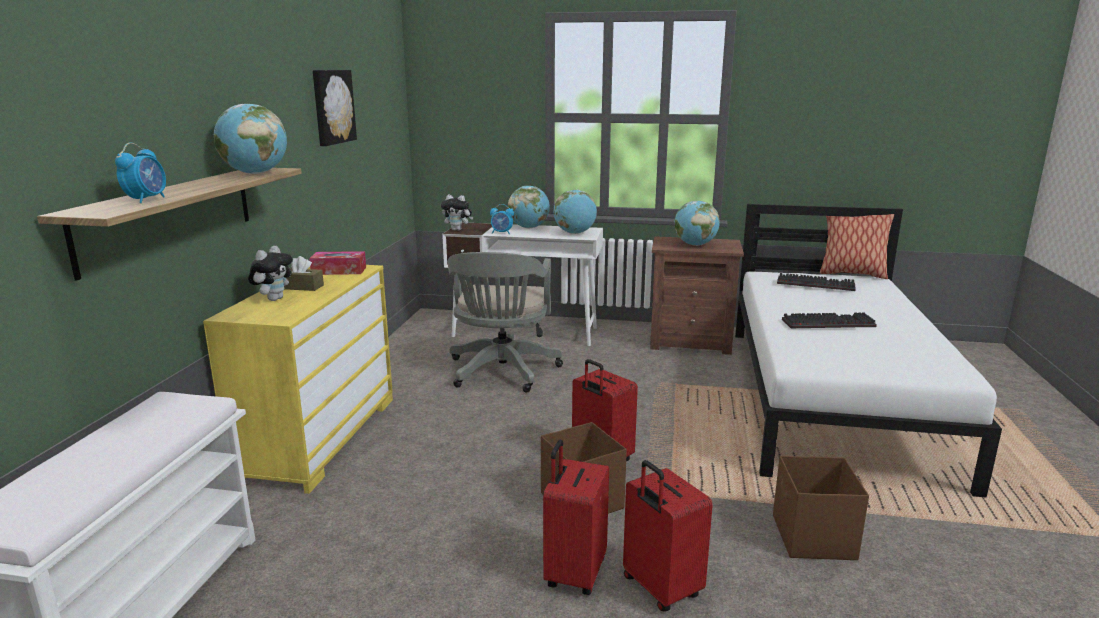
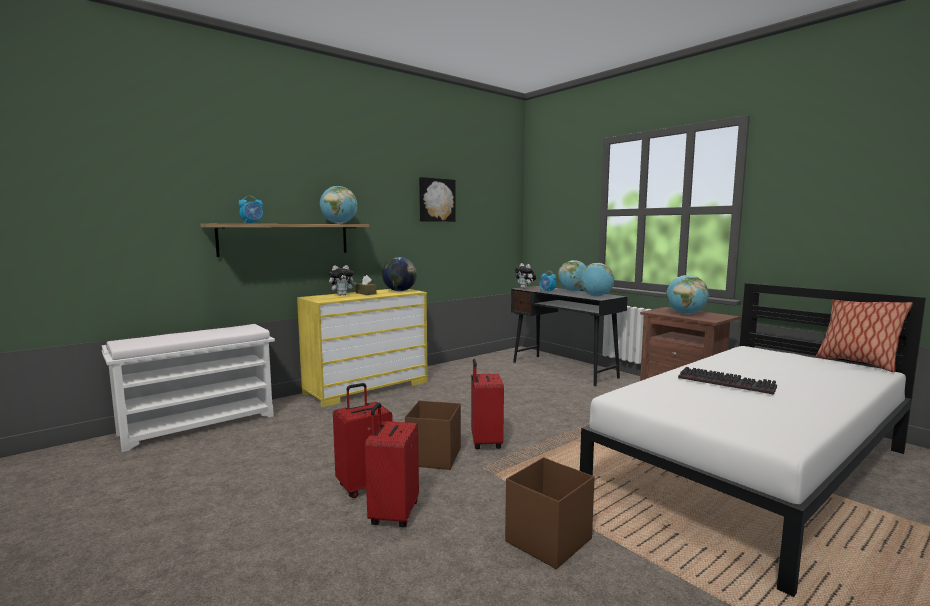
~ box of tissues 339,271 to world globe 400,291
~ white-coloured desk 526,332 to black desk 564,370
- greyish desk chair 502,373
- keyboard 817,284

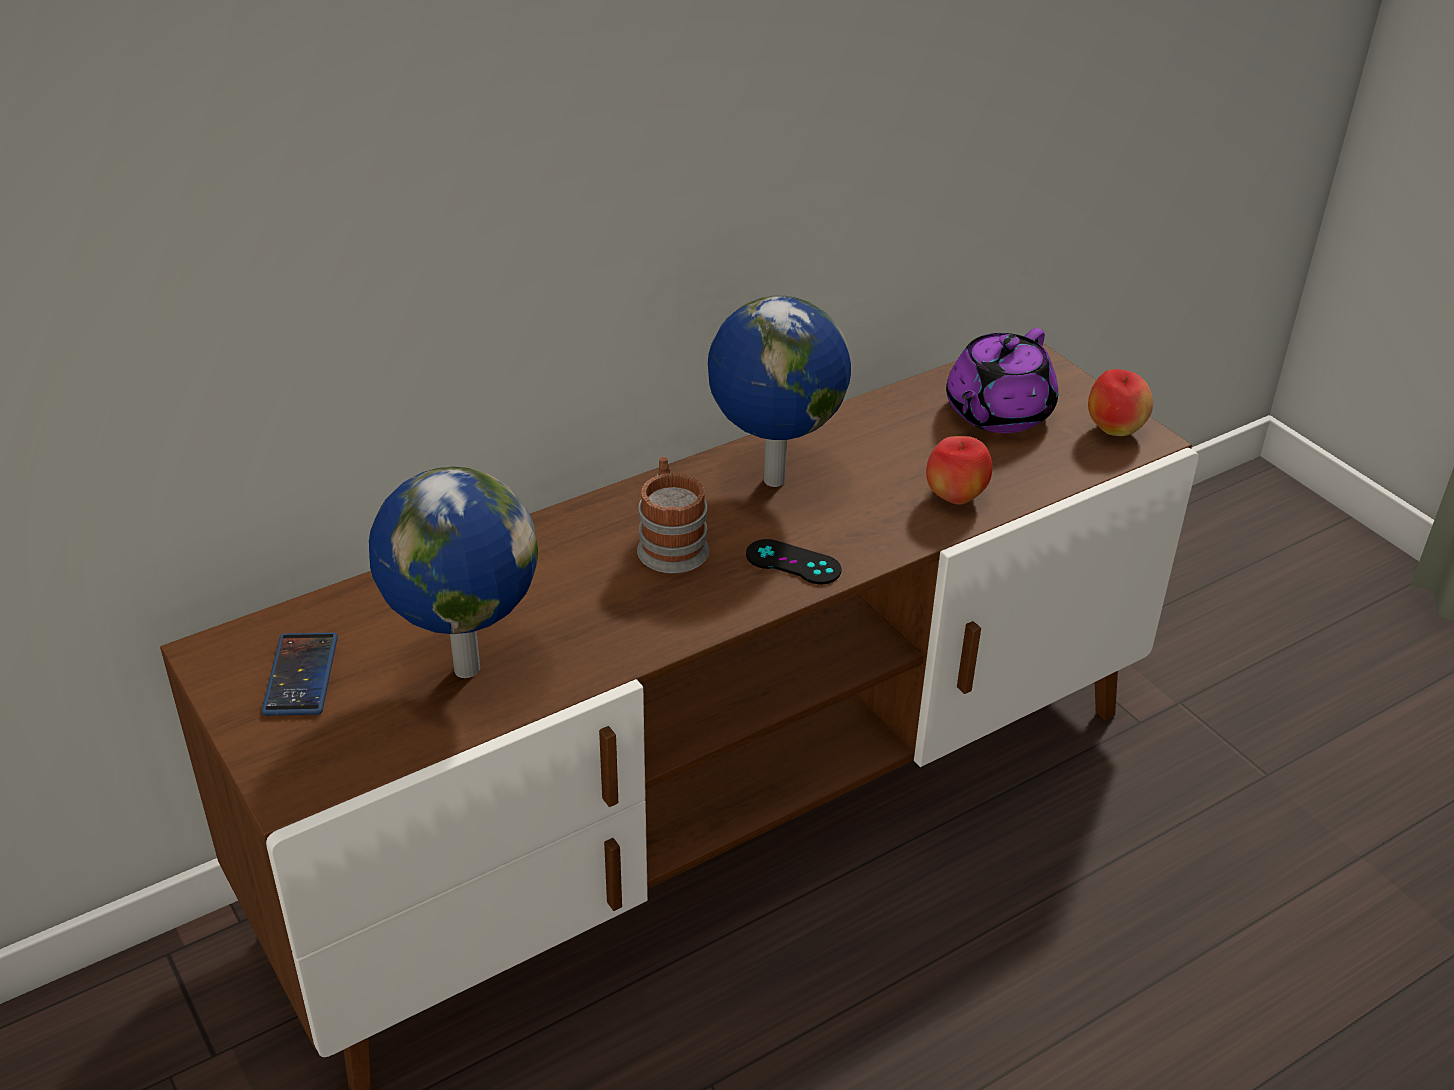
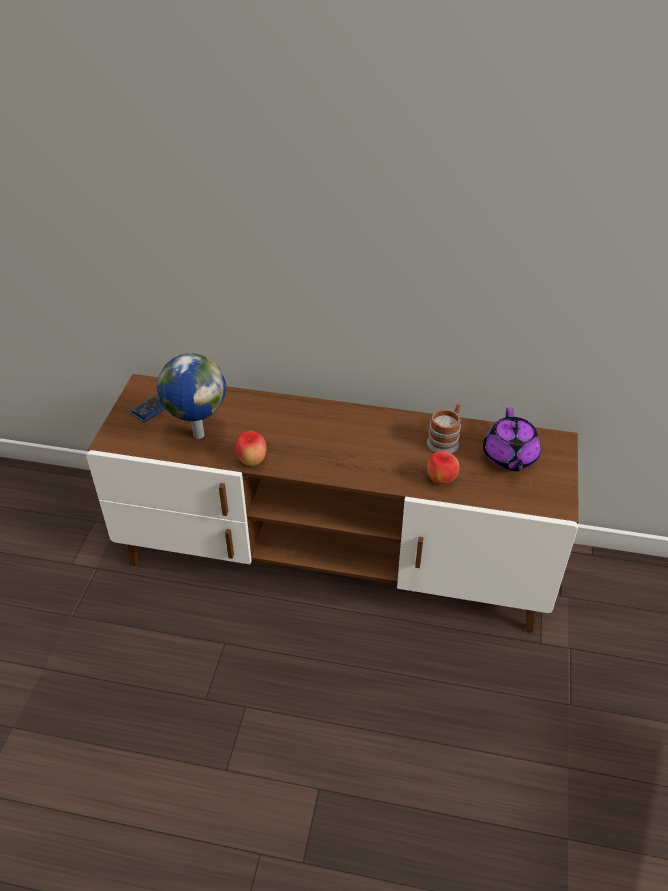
~ apple 1114,430 to 252,461
~ coffee mug 671,543 to 445,440
~ purple tea pot 996,413 = 509,457 75 degrees counterclockwise
- world globe 771,480
- black gamepad 793,562

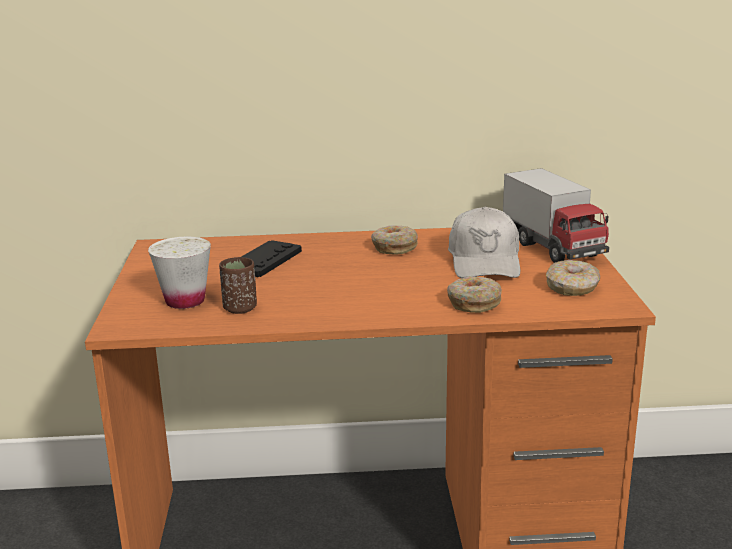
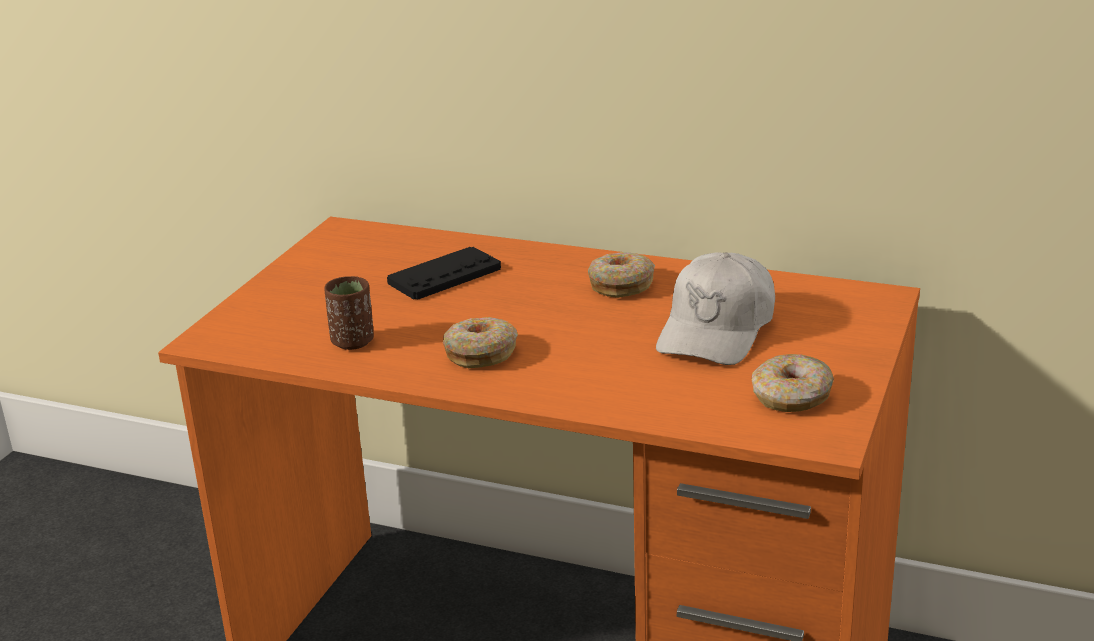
~ ring doughnut 474,303 to 481,353
- white-coloured small cup 185,301
- model truck 552,247

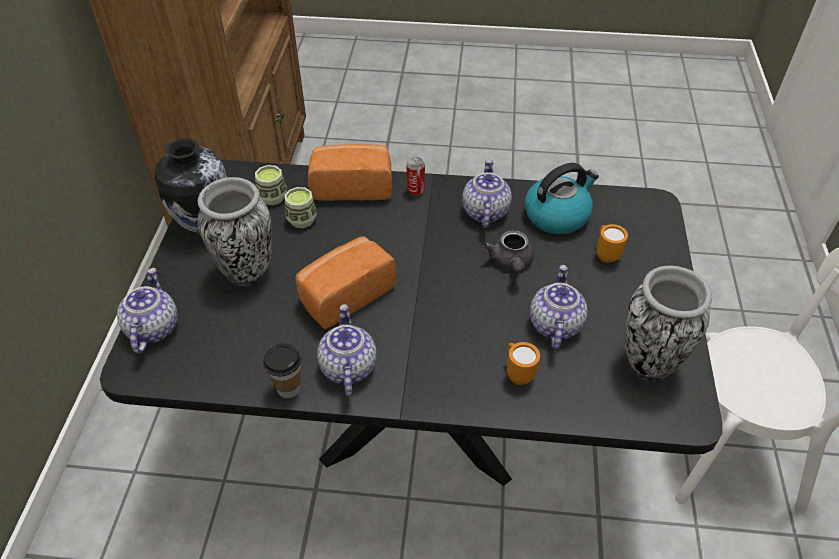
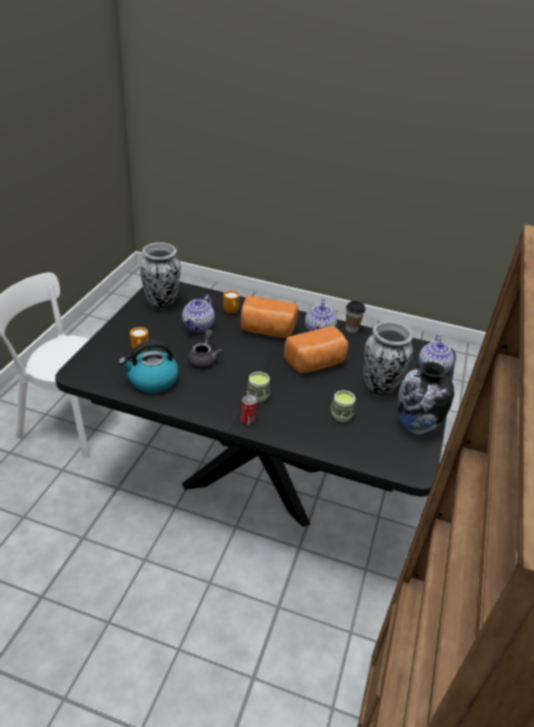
~ baked bread 352,186 to 267,330
~ small cup 272,197 to 257,396
- tea pot 484,211

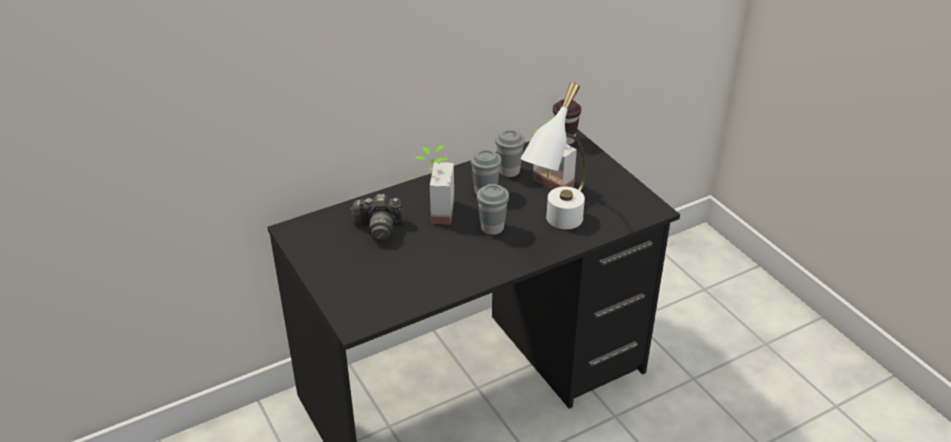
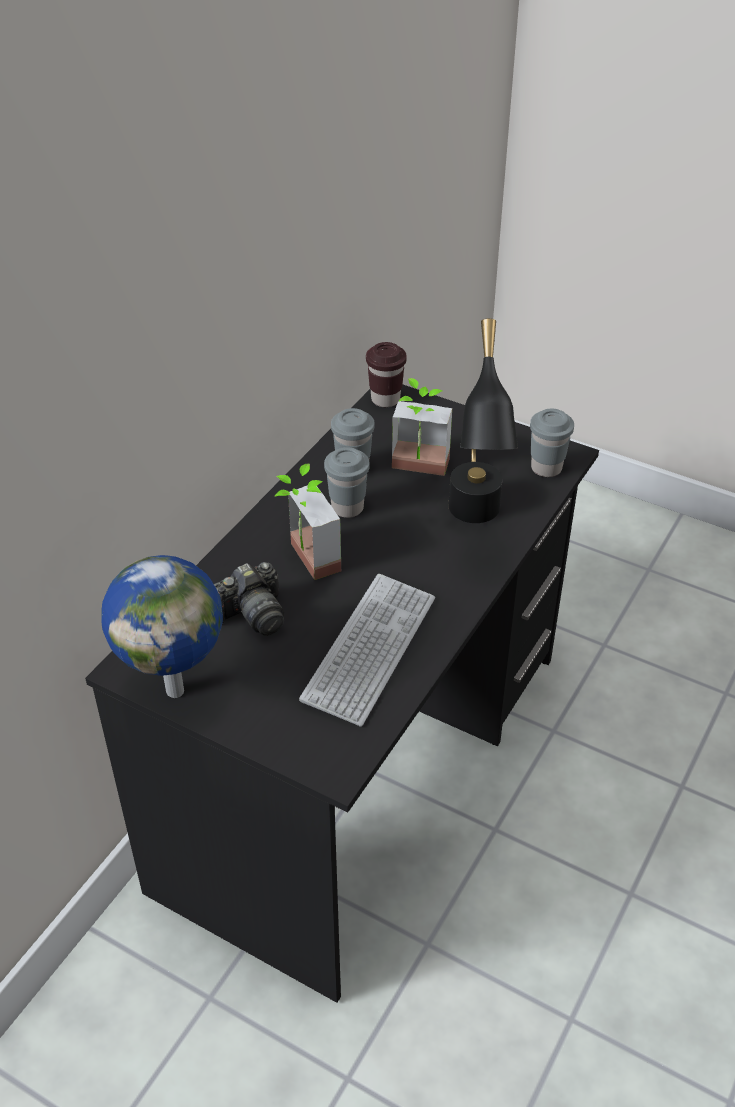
+ world globe 176,689
+ keyboard 370,650
~ white-coloured tabletop lamp 556,228 to black tabletop lamp 475,523
~ greyish small cup 492,228 to 546,468

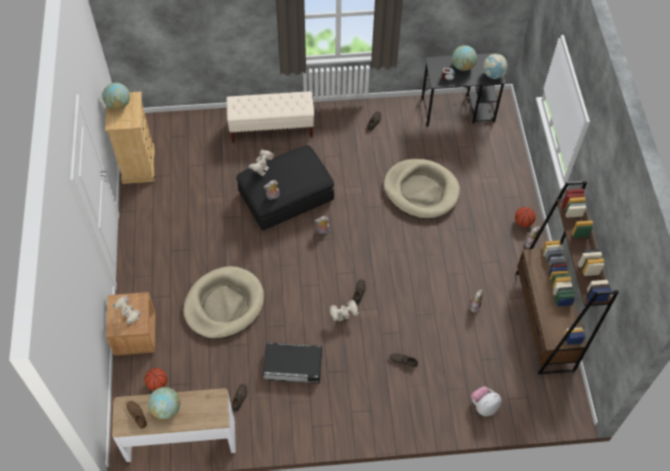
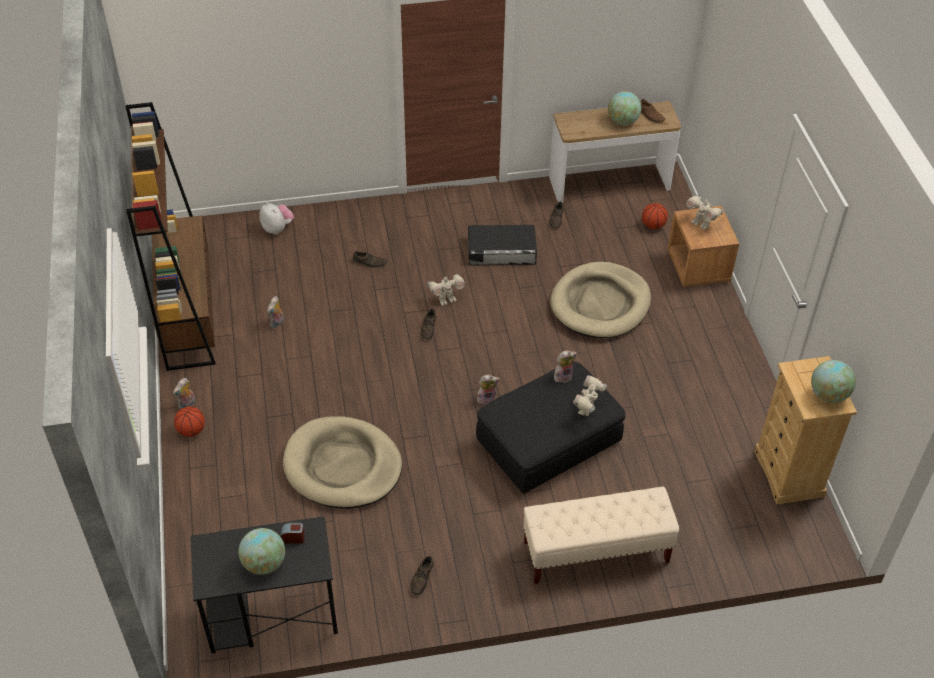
~ plush toy 484,406 = 277,228 90 degrees counterclockwise
- world globe 493,75

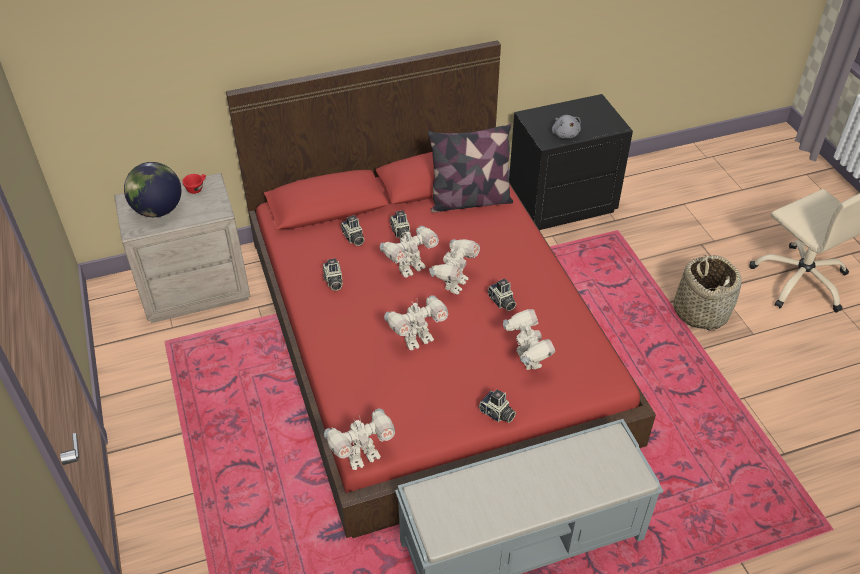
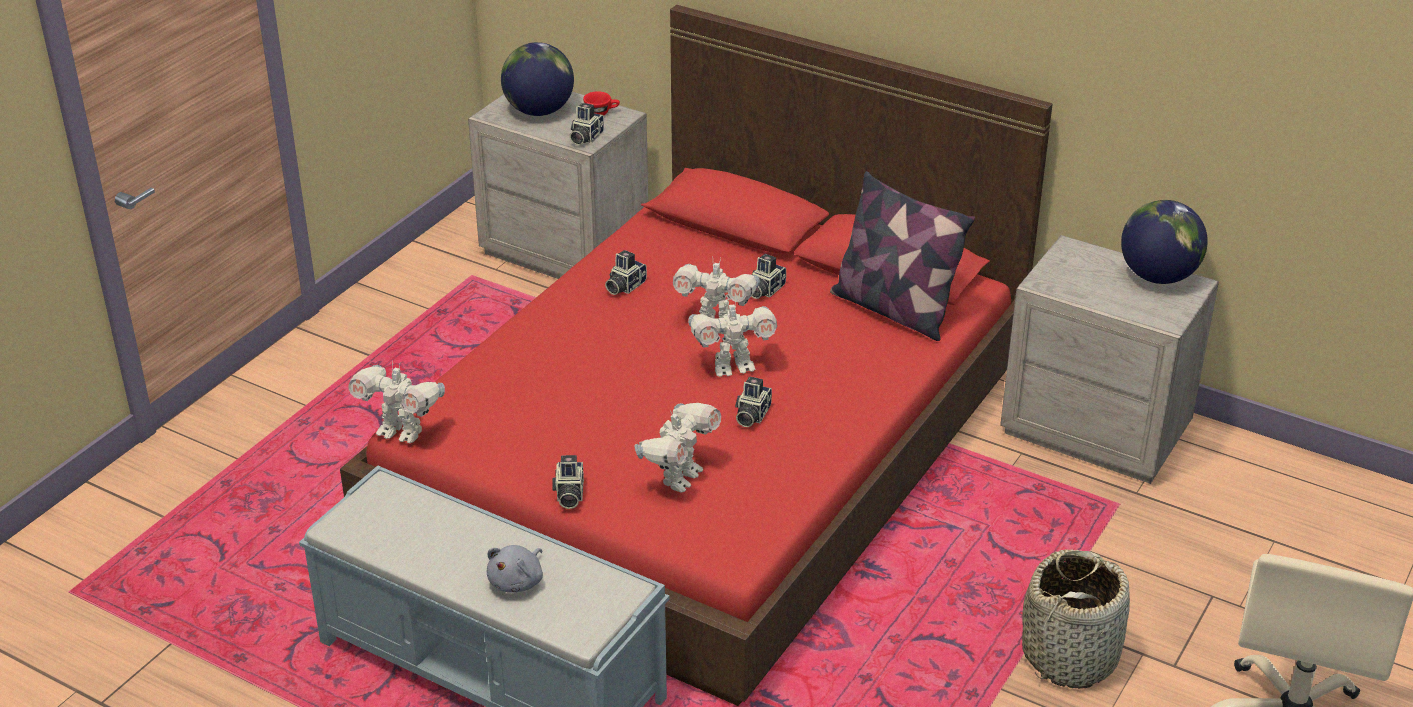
~ greyish plush toy 565,134 to 518,581
~ photo camera 353,238 to 585,137
~ black bedside table 561,202 to beige-coloured bedside table 1096,429
+ world globe 1158,276
- robot figure 417,339

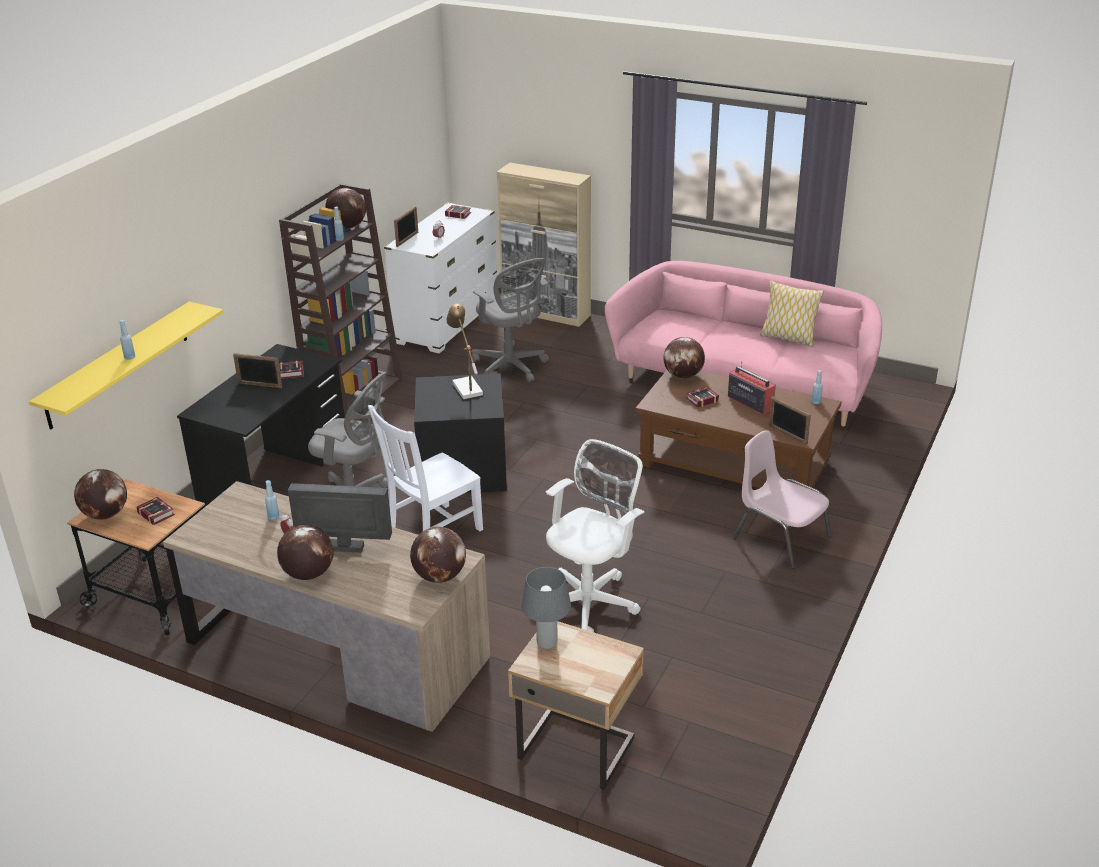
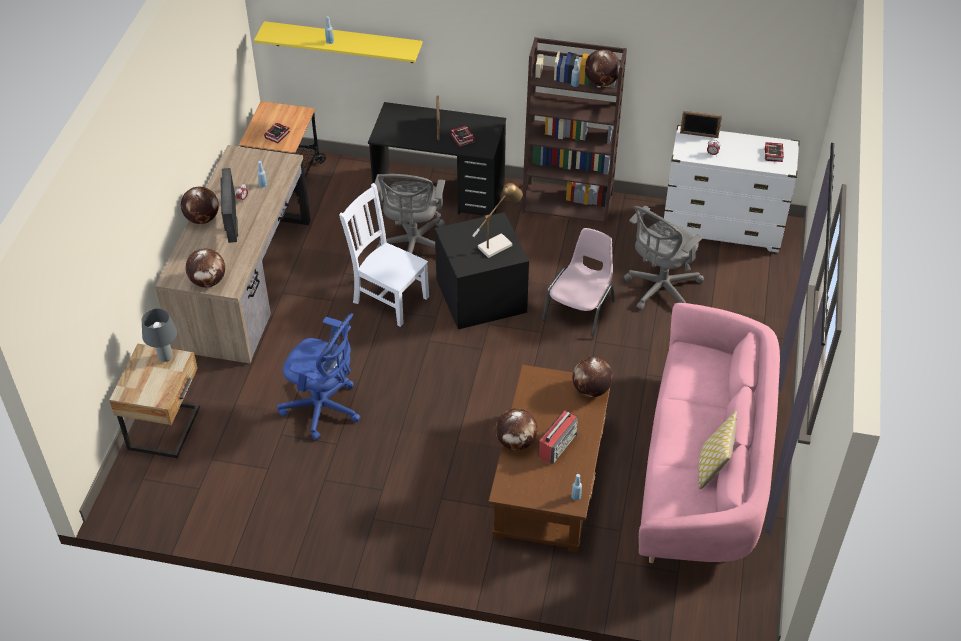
~ white-coloured desk chair 590,601 to blue-coloured desk chair 324,408
~ world globe 106,514 to 516,442
~ pink upright chair 780,537 to 580,310
- beige-coloured storage cabinet 546,313
- volume 700,400
- photo frame 787,435

